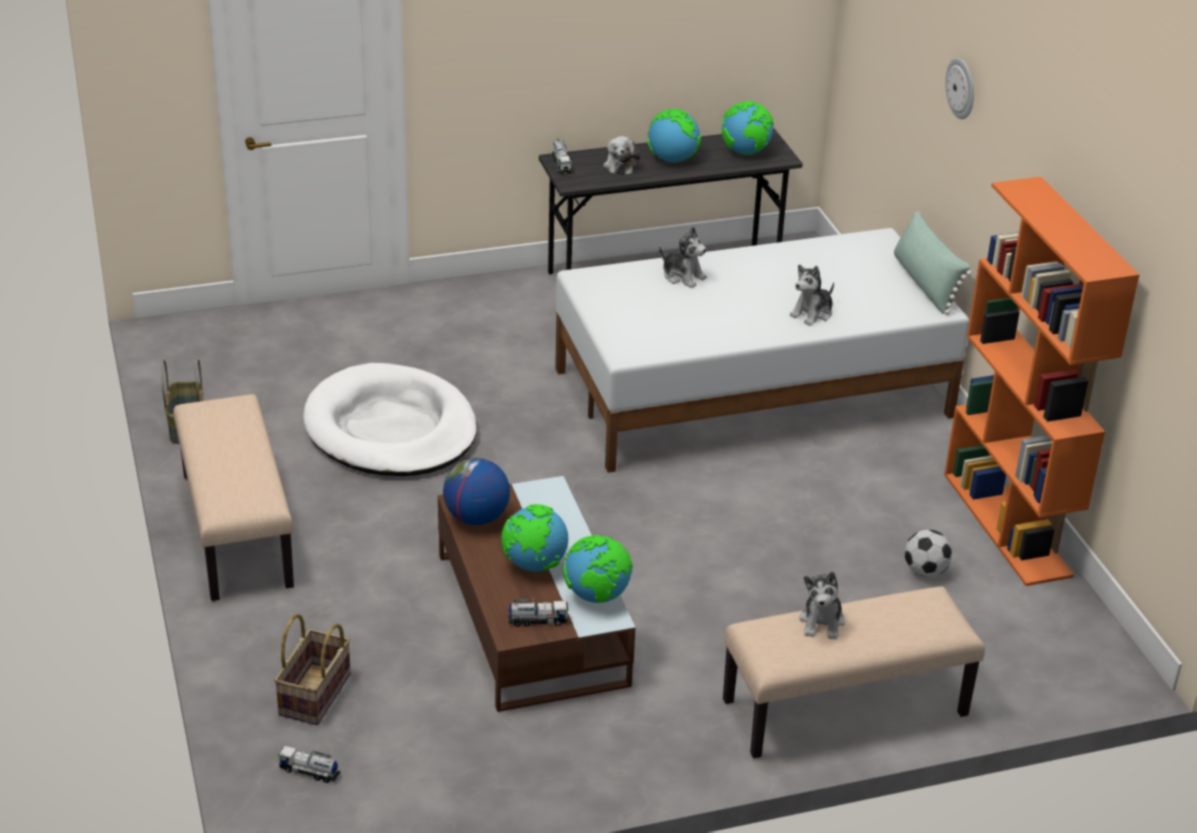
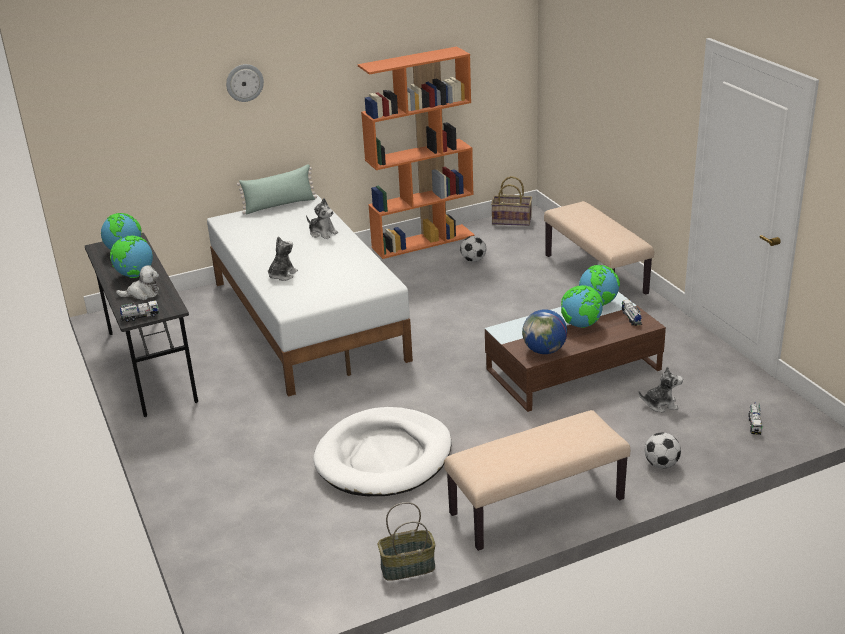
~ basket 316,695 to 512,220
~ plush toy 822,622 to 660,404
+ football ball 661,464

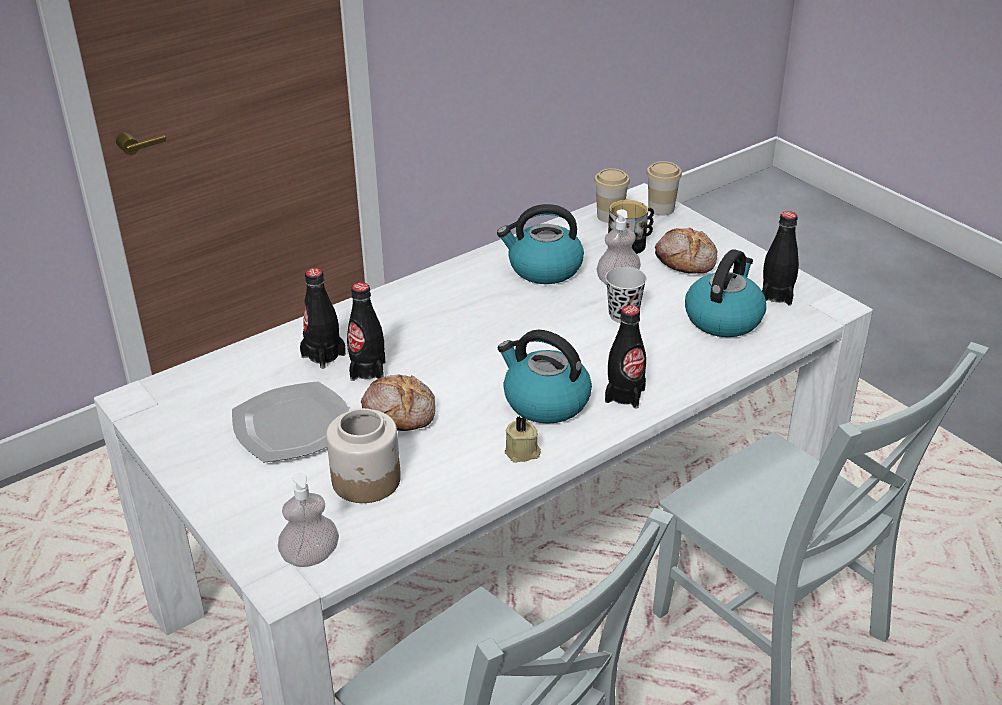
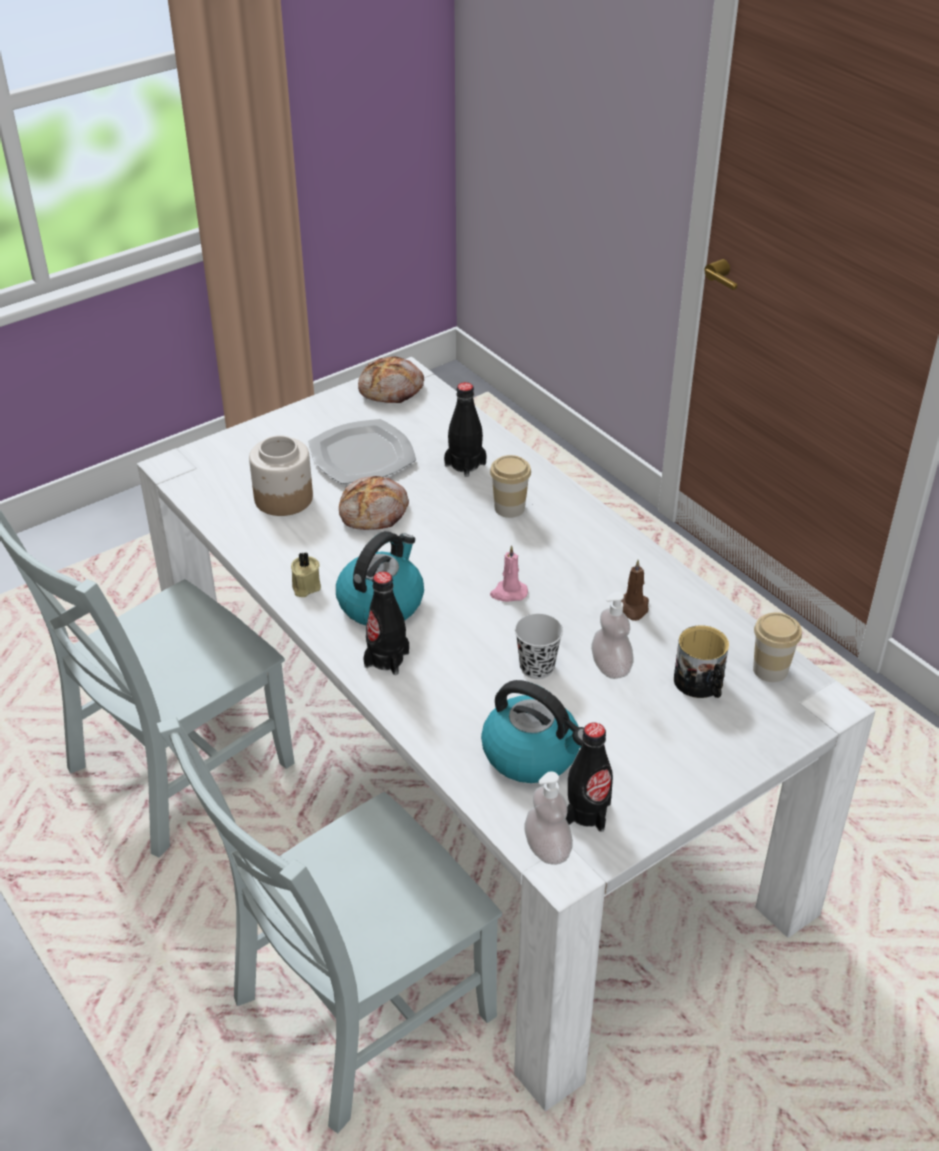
~ baked bread 686,260 to 392,389
~ small cup 661,209 to 509,508
+ pink wax light 508,593
~ soap dispenser 310,556 to 547,849
~ kettle 544,269 to brown-coloured wax light 633,608
- black beverage bottle 368,370

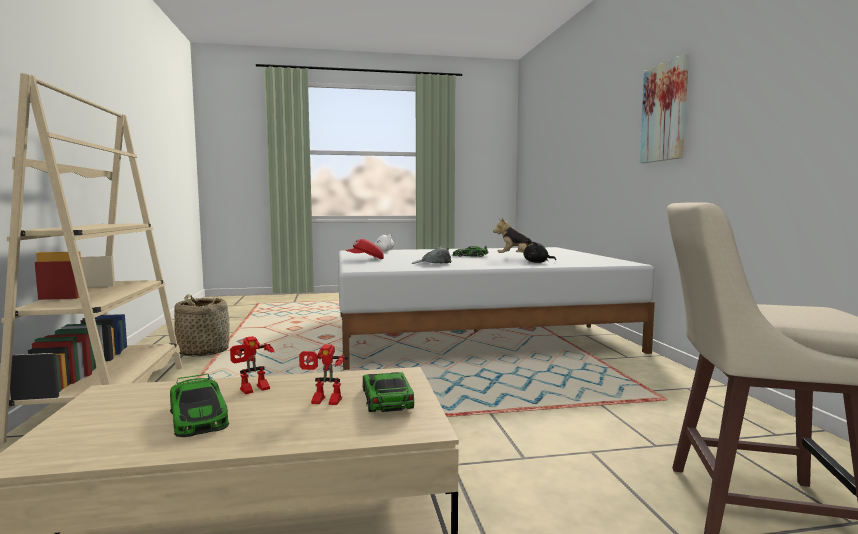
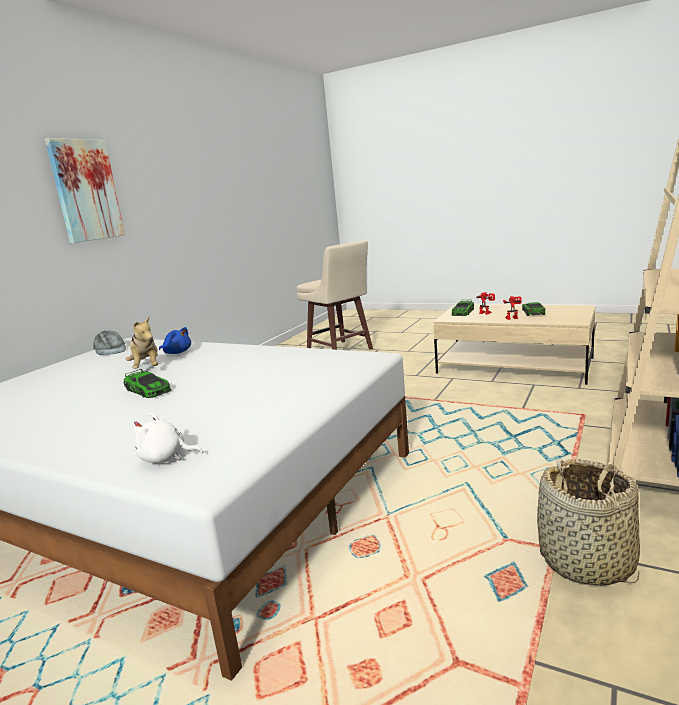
~ greyish cap 431,263 to 110,350
~ black plush toy 537,262 to blue-coloured plush toy 177,352
- red-coloured cap 365,259

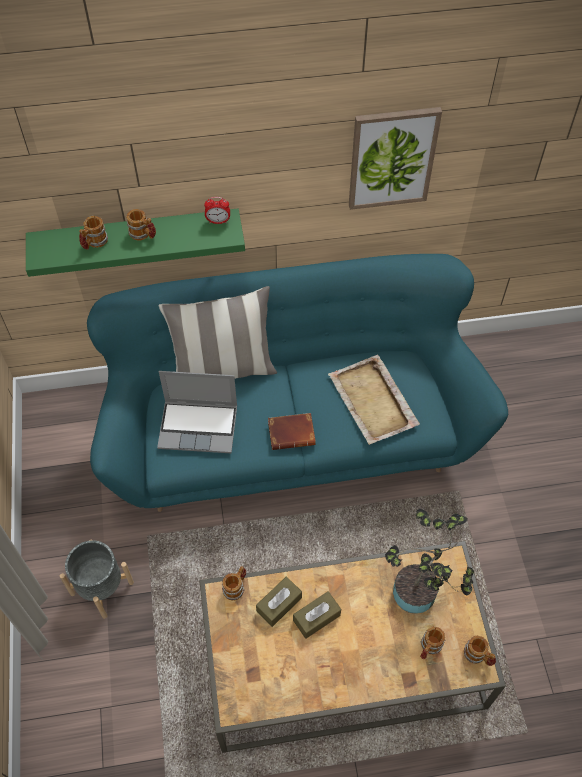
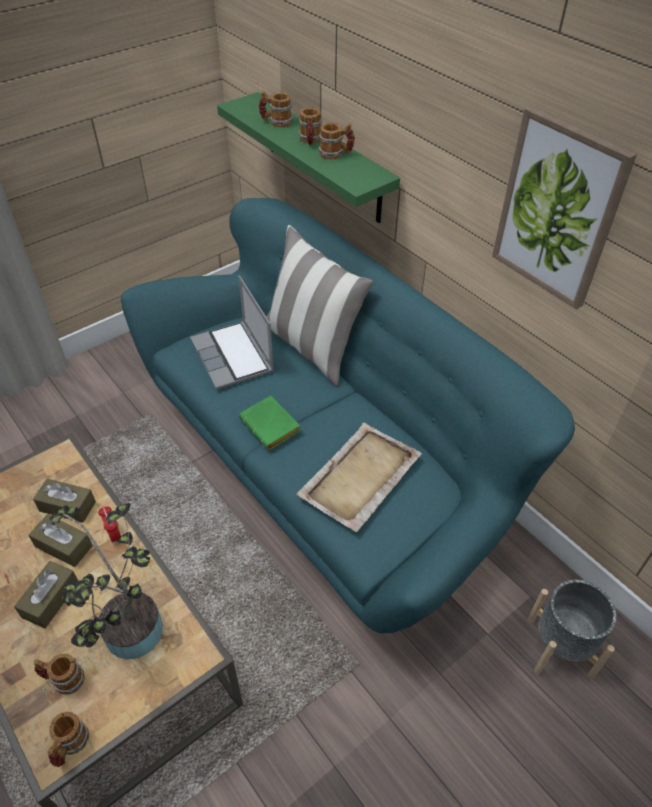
+ brown-coloured box of tissues 50,599
~ bedside clock 218,221 to 114,534
~ brown-coloured volume 292,432 to greenish volume 272,426
~ coffee mug 236,587 to 336,154
~ greyish planter 101,587 to 560,646

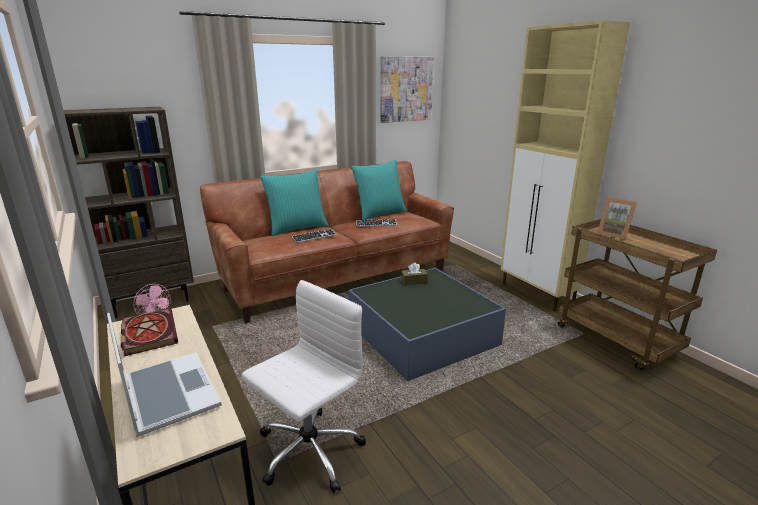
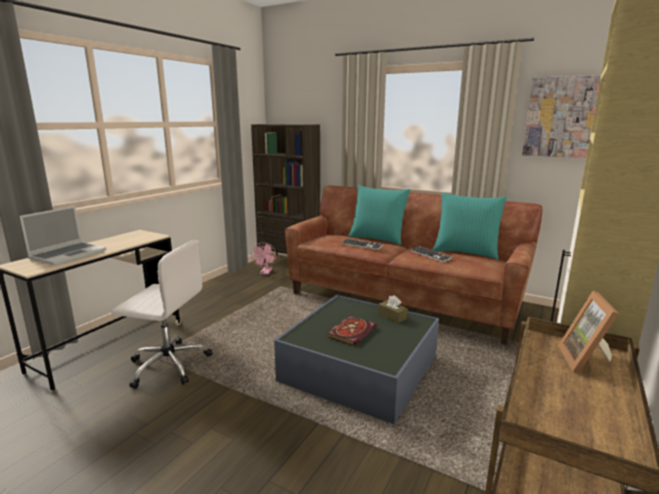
~ volume 148,333 to 351,331

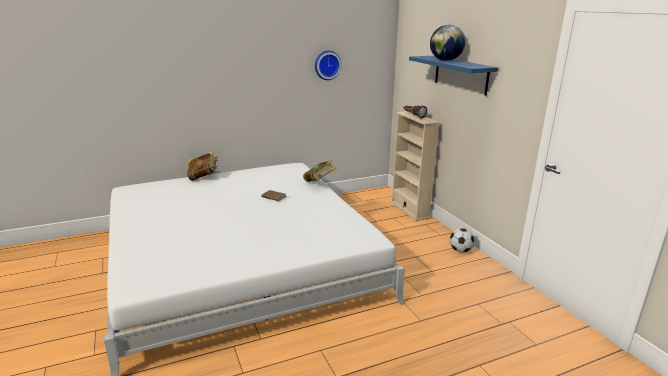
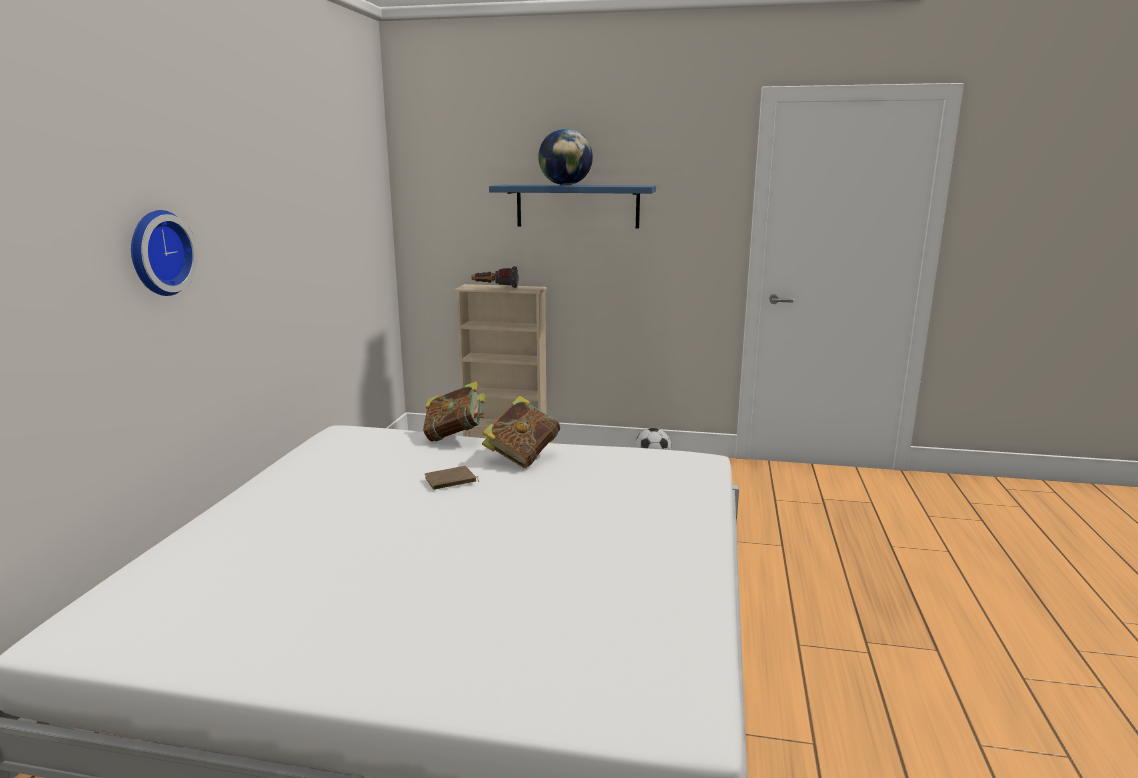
~ clock on the wall 327,65 to 157,253
~ volume 203,177 to 522,457

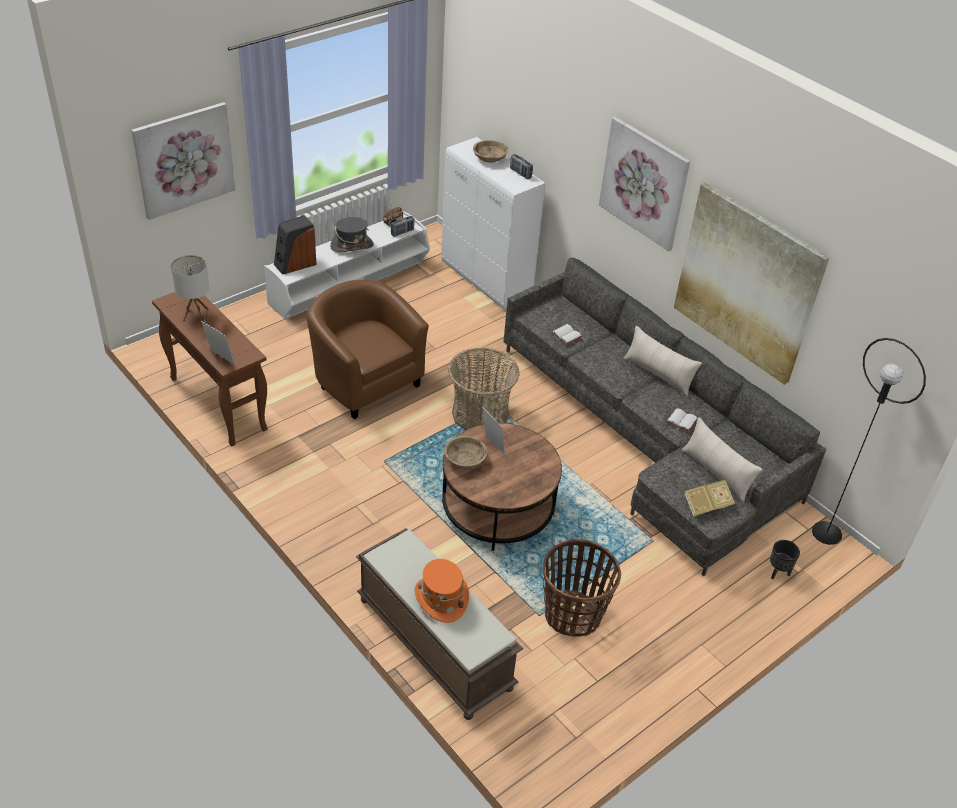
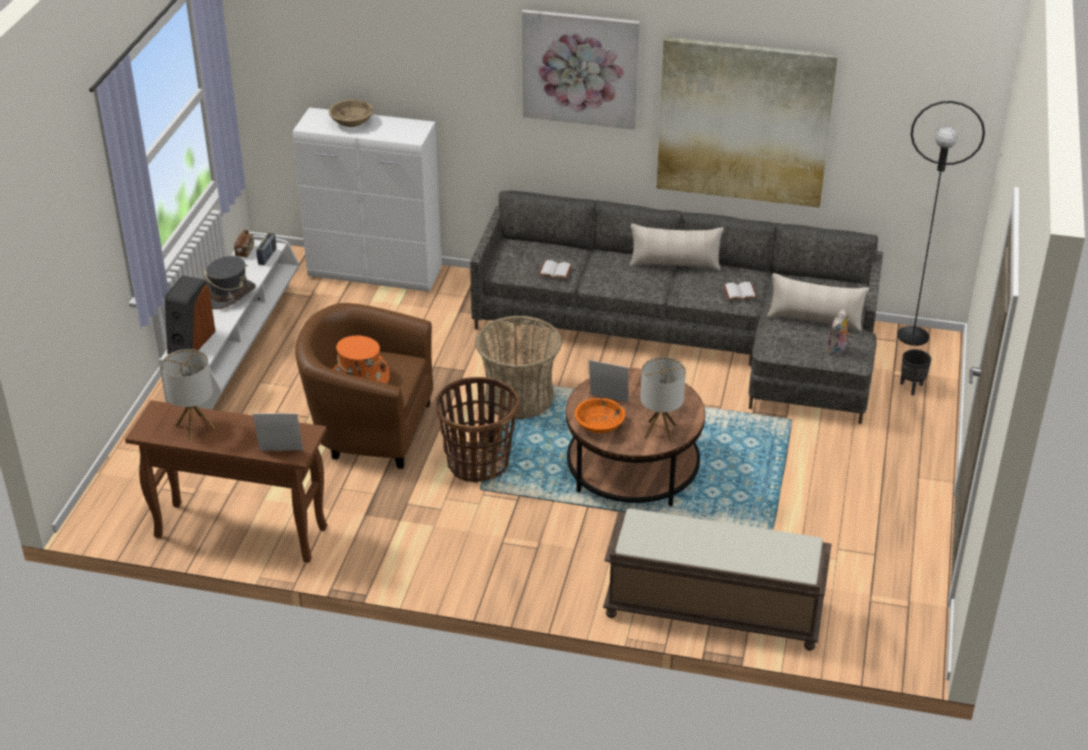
~ orange-coloured wearable hat 441,598 to 360,376
~ basket 573,615 to 478,463
~ beige-coloured bowl 465,460 to orange-coloured bowl 599,425
+ tabletop lamp 660,431
~ volume 706,506 to plush toy 837,350
- wall picture 184,160
- radio receiver 520,173

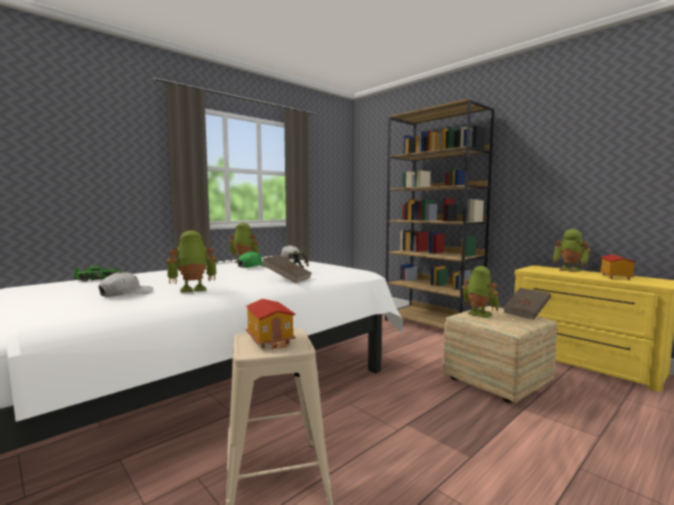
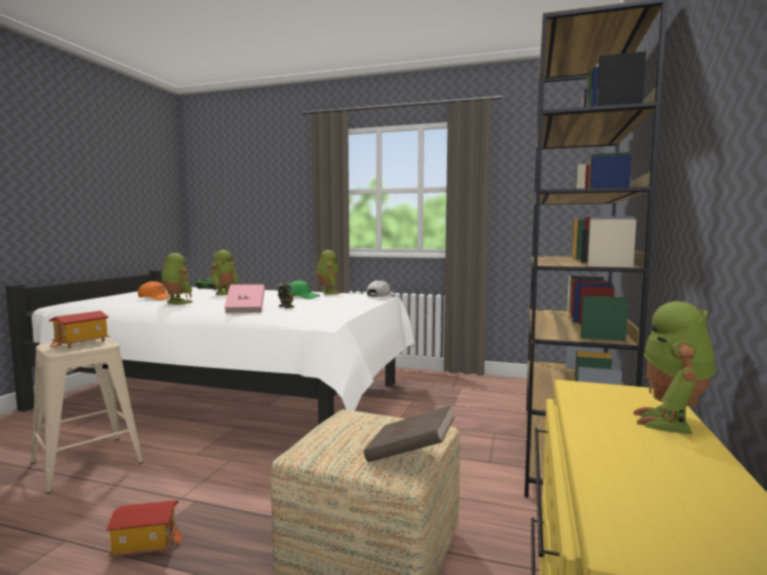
~ toy house 615,277 to 146,545
~ white-coloured cap 126,294 to orange-coloured cap 156,298
~ robot figure 478,314 to 224,293
~ brown-coloured volume 287,279 to pink volume 246,310

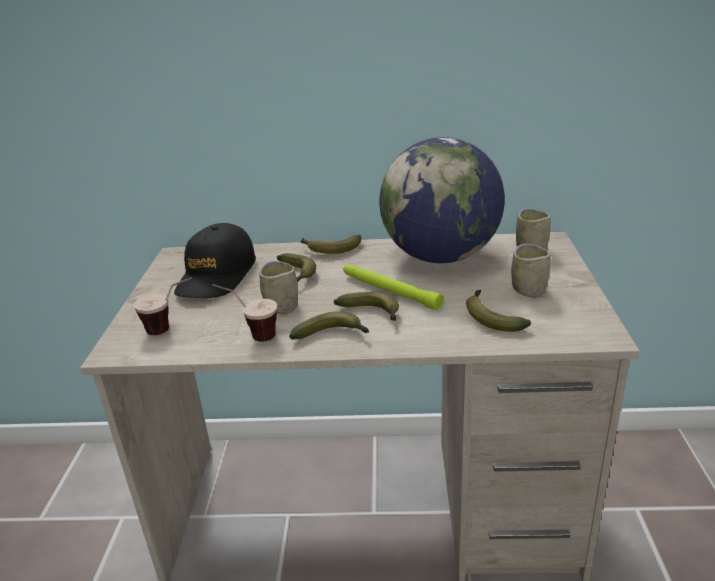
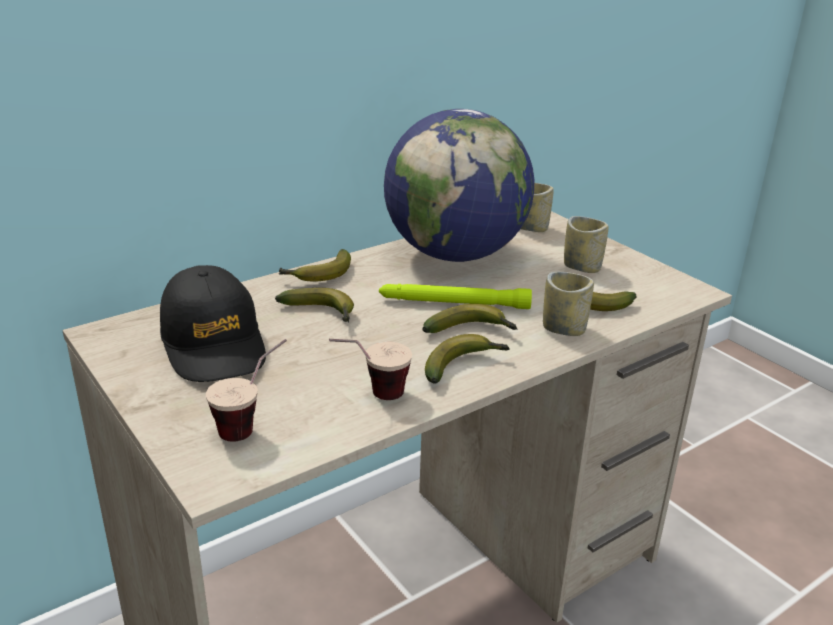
~ small cup 281,307 to 564,328

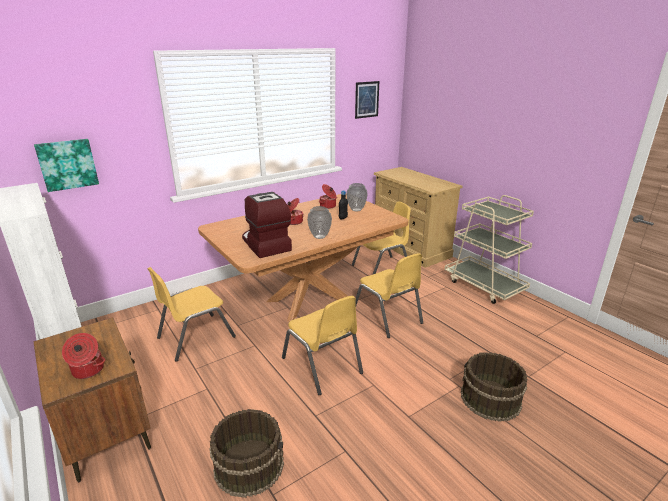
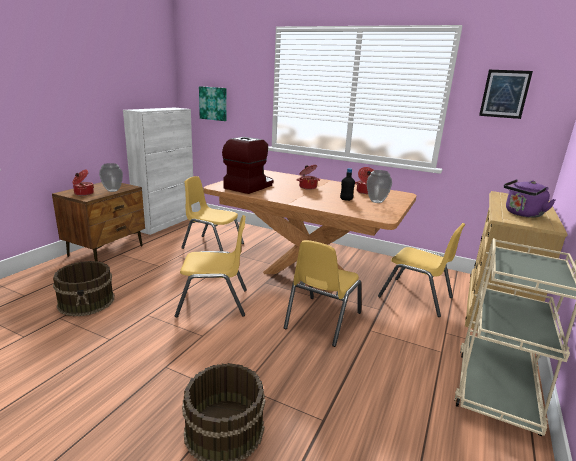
~ flower vase 320,237 to 113,191
~ yellow upright chair 322,365 = 213,302 120 degrees counterclockwise
+ purple kettle 522,214

